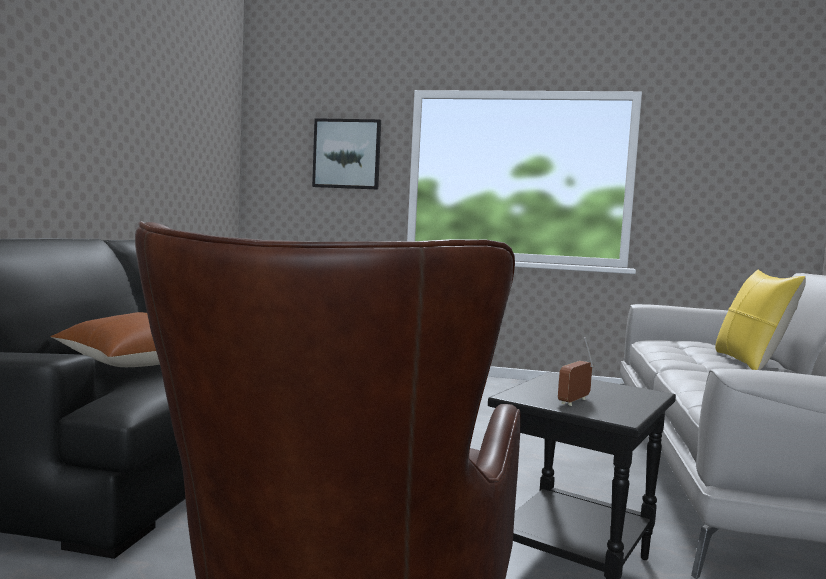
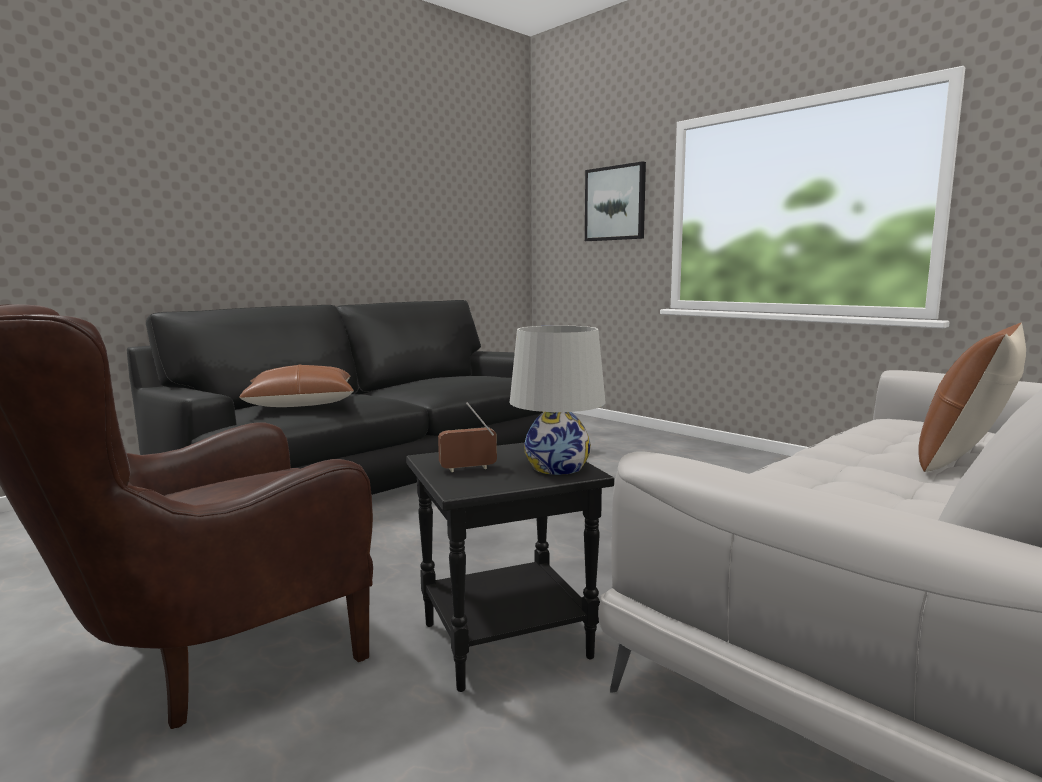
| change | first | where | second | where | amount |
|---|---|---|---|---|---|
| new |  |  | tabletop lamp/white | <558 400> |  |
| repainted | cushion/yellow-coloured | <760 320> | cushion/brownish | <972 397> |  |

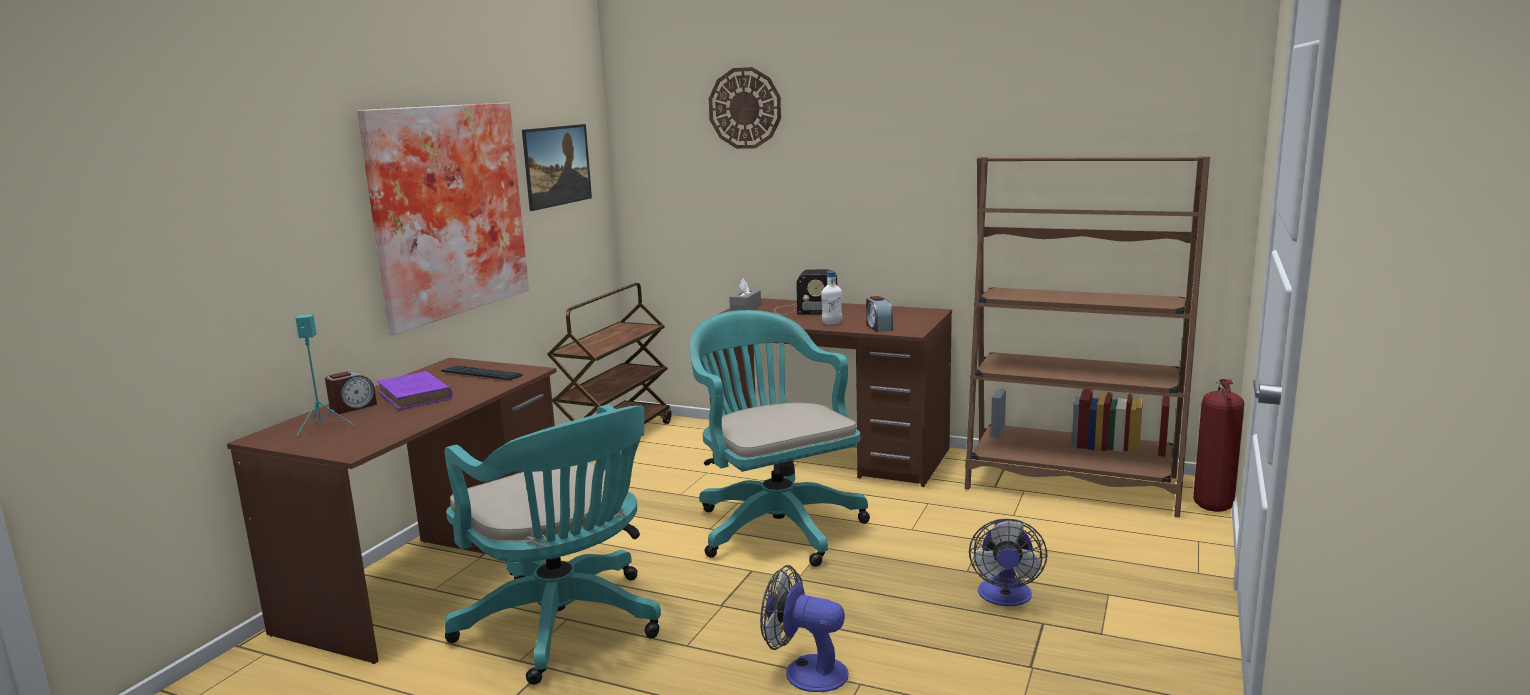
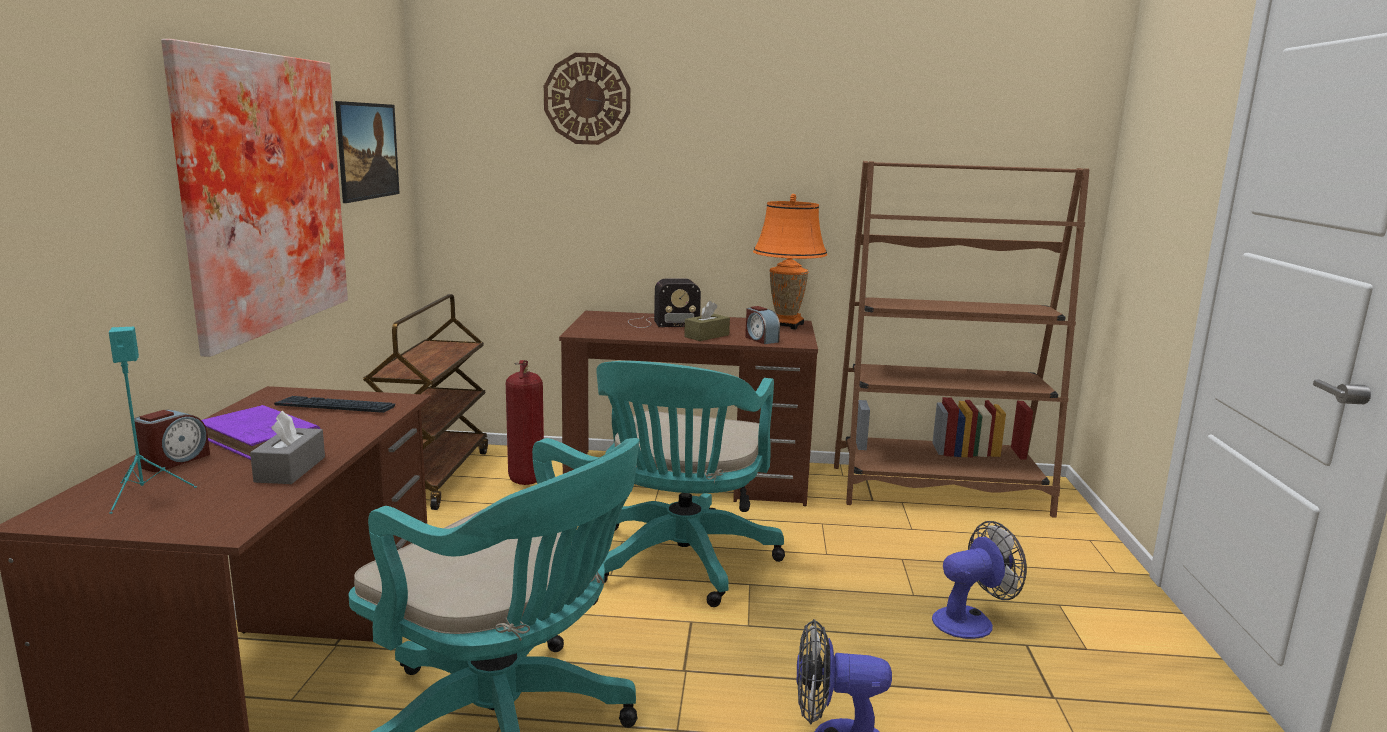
| change | first | where | second | where | amount |
|---|---|---|---|---|---|
| shifted | tissue box/greyish | <745 294> |  | <287 447> |  |
| shifted | fire-fighting cylinder | <1218 445> |  | <525 422> |  |
| rotated | desk chair/blue-green | <779 438> |  | <690 484> | 120 degrees counterclockwise |
| swapped | drink bottle/white | <831 298> | tissue box/brownish | <707 321> |  |
| new |  |  | tabletop lamp/orange | <790 262> |  |
| rotated | fan | <1008 562> |  | <979 580> | 105 degrees counterclockwise |

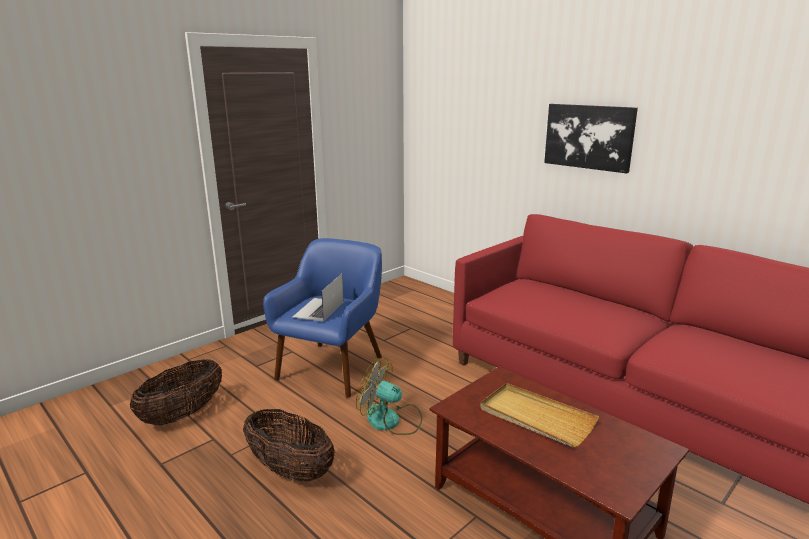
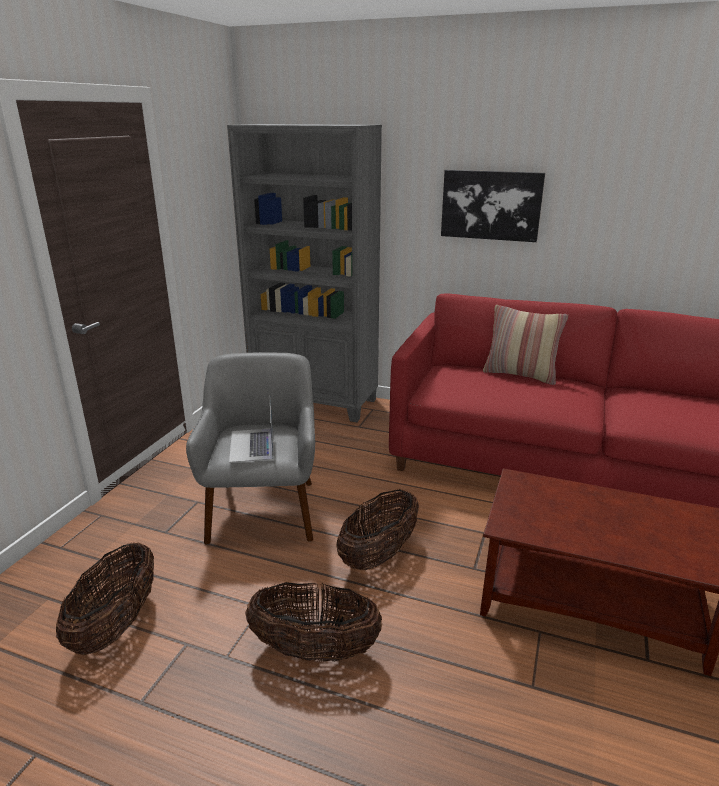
| change | first | where | second | where | amount |
|---|---|---|---|---|---|
| repainted | easy chair/blue-coloured | <322 318> | easy chair/greyish | <250 448> |  |
| new |  |  | bookshelf/greyish | <304 273> |  |
| swapped | fan | <389 396> | storage basket | <377 529> |  |
| new |  |  | cushion | <525 345> |  |
| gone | tray/beige-coloured | <539 415> |  |  |  |

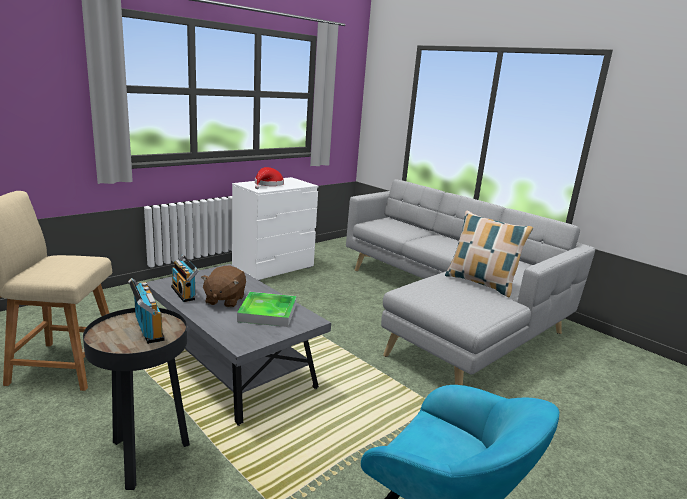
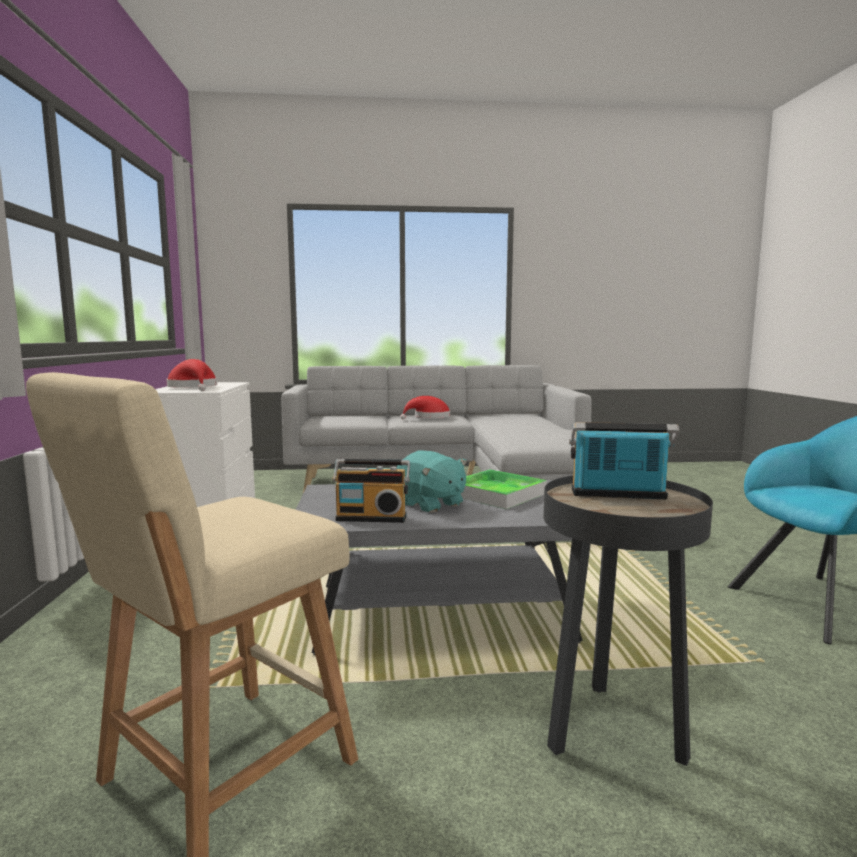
| change | first | where | second | where | amount |
|---|---|---|---|---|---|
| repainted | cuddly toy/brownish | <223 287> | cuddly toy/blue-green | <432 482> |  |
| new |  |  | clothing hat/red-coloured | <425 407> |  |
| gone | cushion | <489 254> |  |  |  |

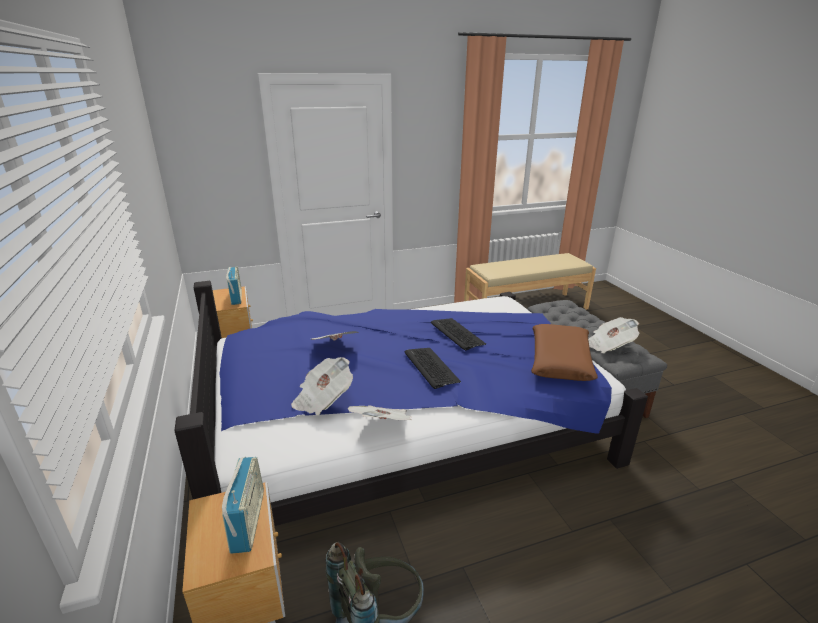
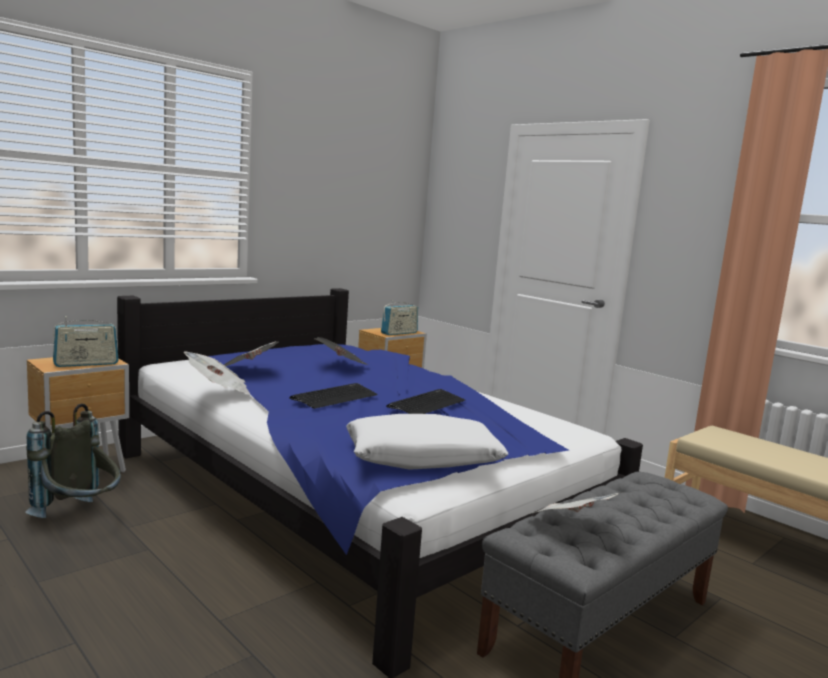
| change | first | where | second | where | amount |
|---|---|---|---|---|---|
| repainted | cushion/brownish | <564 352> | cushion/white | <427 442> |  |

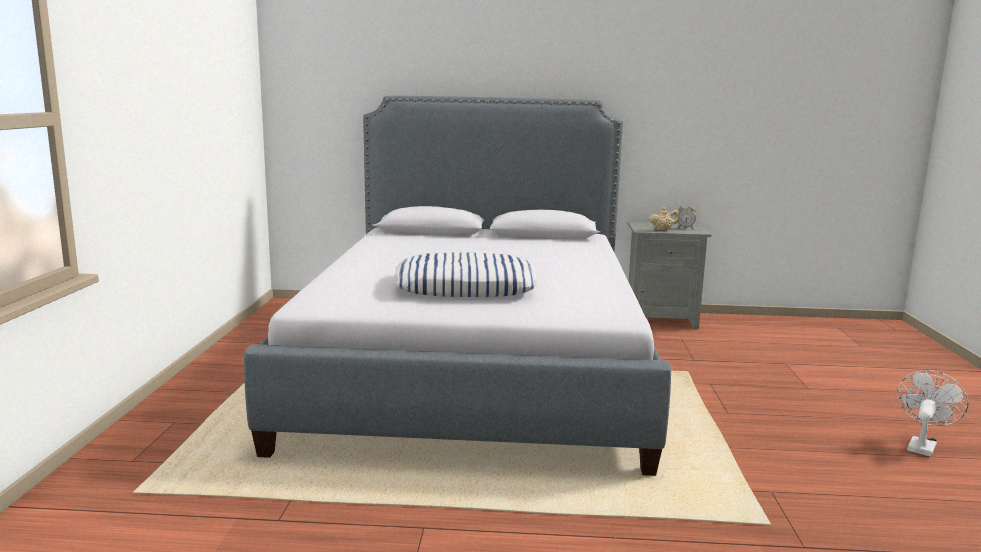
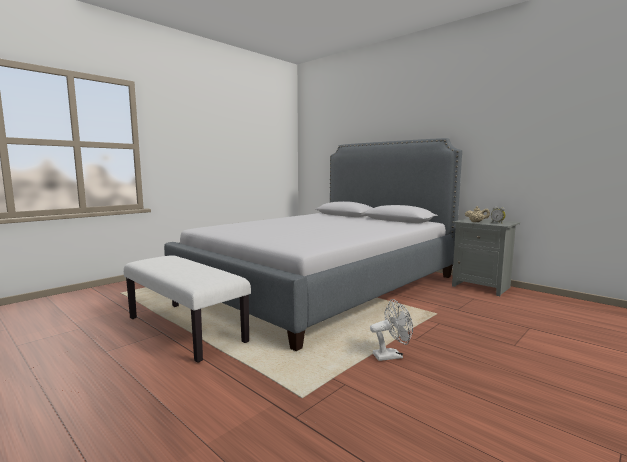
| change | first | where | second | where | amount |
|---|---|---|---|---|---|
| new |  |  | indoor bench/white | <187 309> |  |
| shifted | fan/white | <932 413> |  | <391 330> |  |
| gone | cushion | <465 274> |  |  |  |

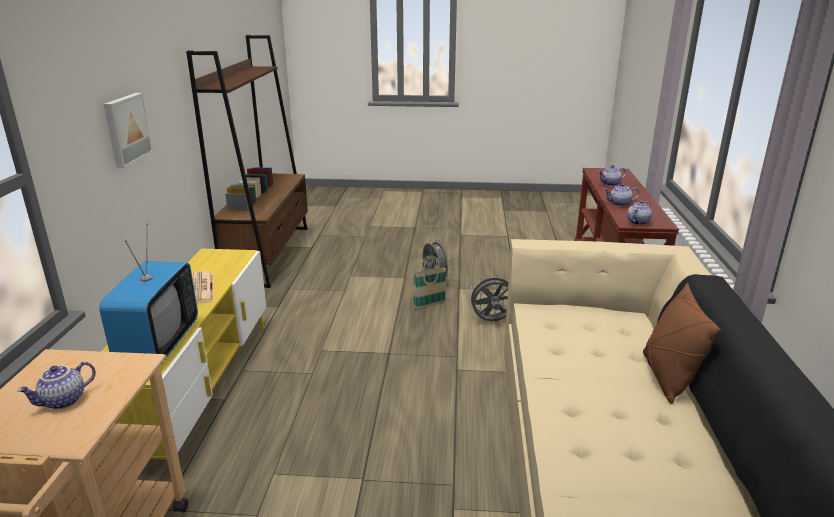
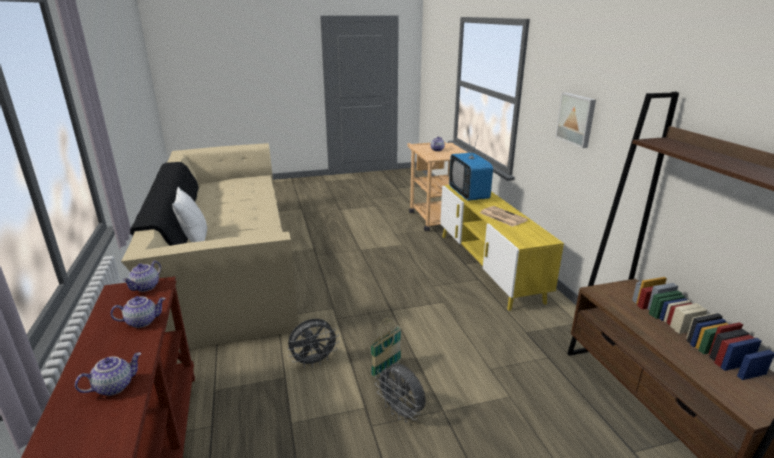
| change | first | where | second | where | amount |
|---|---|---|---|---|---|
| repainted | cushion/brownish | <682 343> | cushion/white | <189 214> |  |

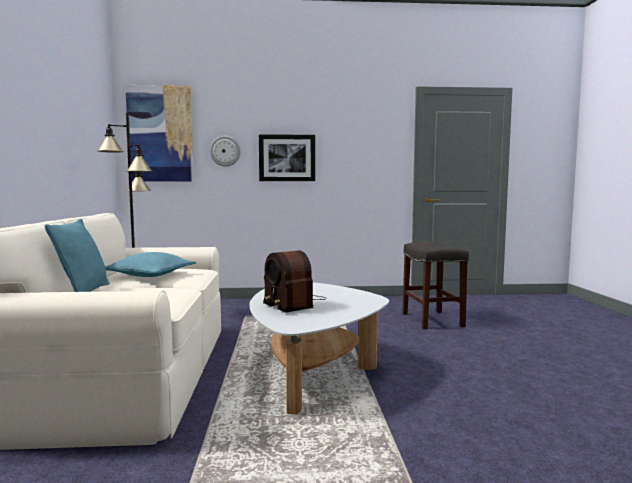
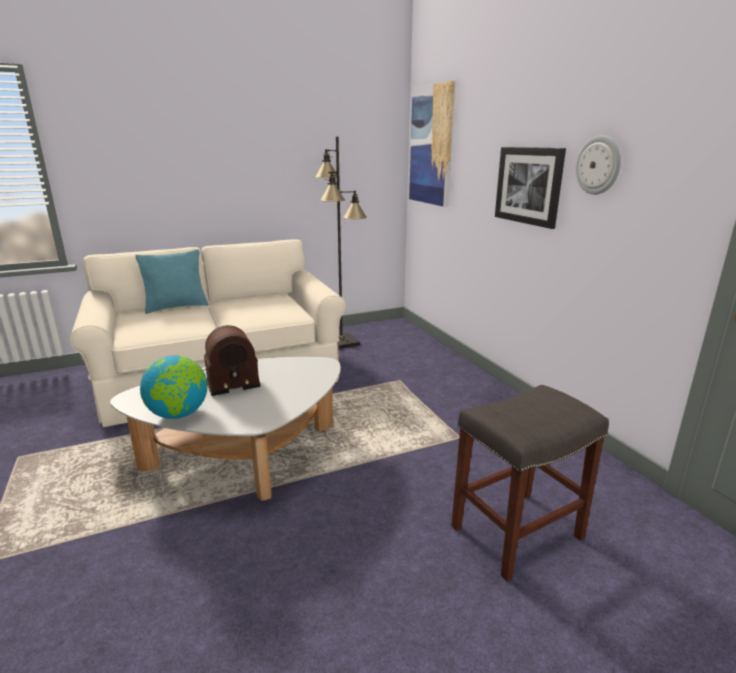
| change | first | where | second | where | amount |
|---|---|---|---|---|---|
| new |  |  | globe | <174 387> |  |
| rotated | radio set | <295 282> |  | <232 360> | 150 degrees counterclockwise |
| shifted | hanging clock | <225 151> |  | <598 165> |  |
| gone | cushion/blue-green | <150 264> |  |  |  |

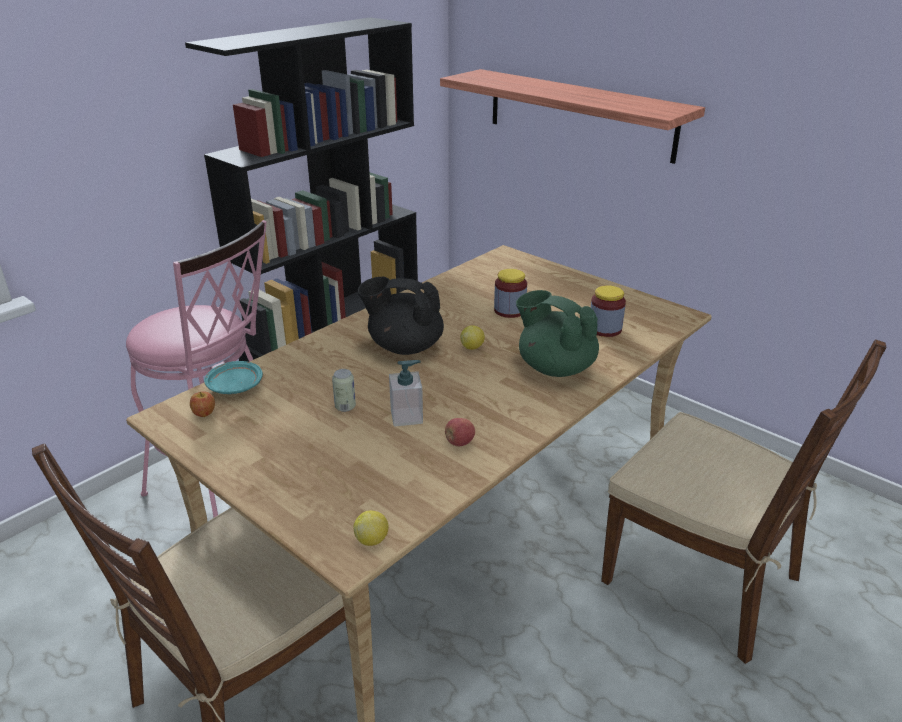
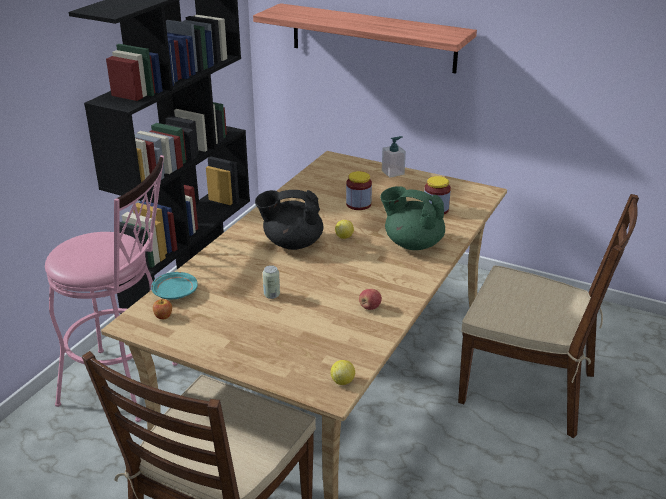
| change | first | where | second | where | amount |
|---|---|---|---|---|---|
| shifted | soap dispenser | <406 393> |  | <394 157> |  |

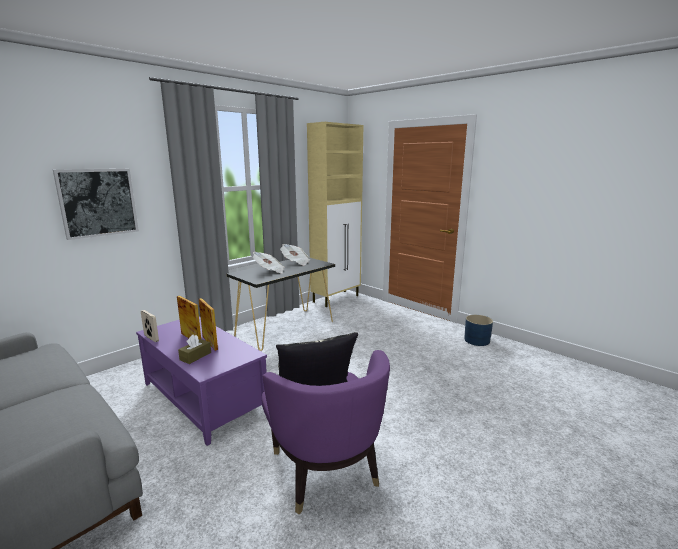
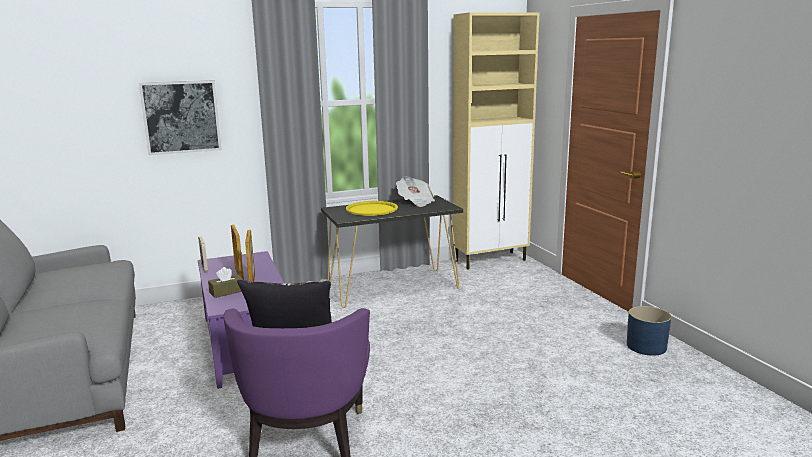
| change | first | where | second | where | amount |
|---|---|---|---|---|---|
| swapped | newspaper | <268 262> | tray/yellow-coloured | <372 208> |  |

